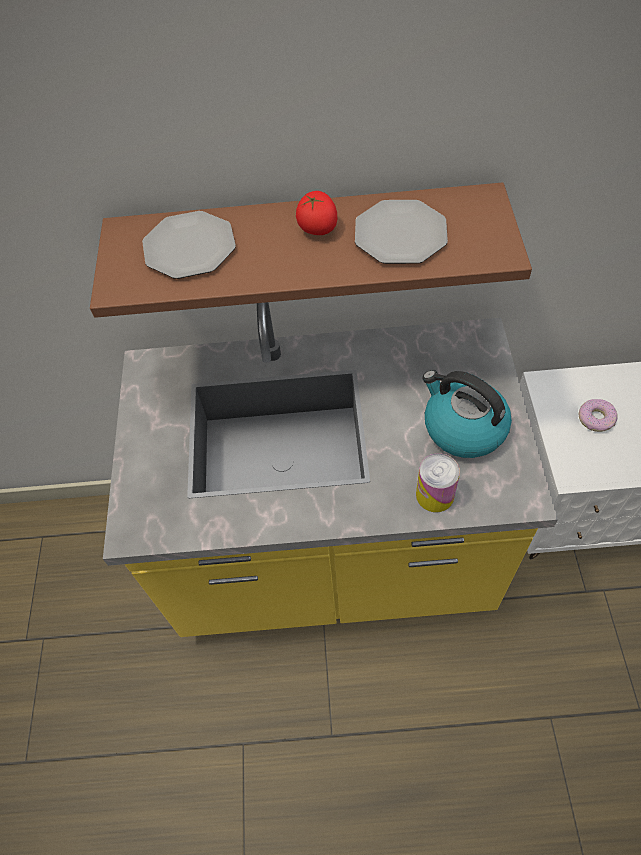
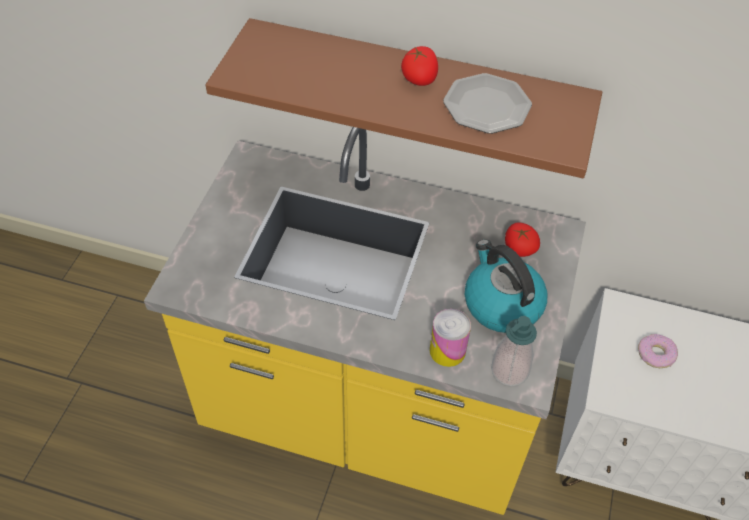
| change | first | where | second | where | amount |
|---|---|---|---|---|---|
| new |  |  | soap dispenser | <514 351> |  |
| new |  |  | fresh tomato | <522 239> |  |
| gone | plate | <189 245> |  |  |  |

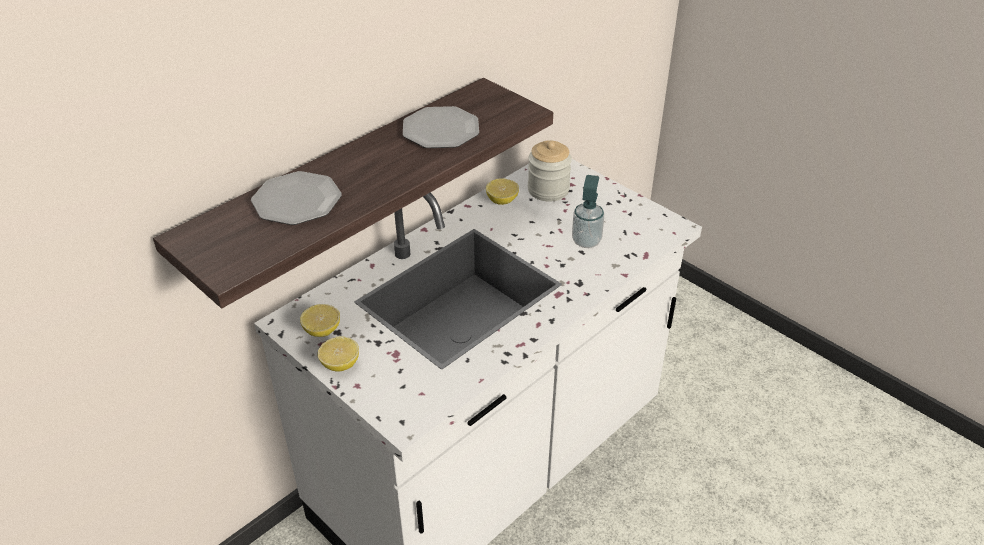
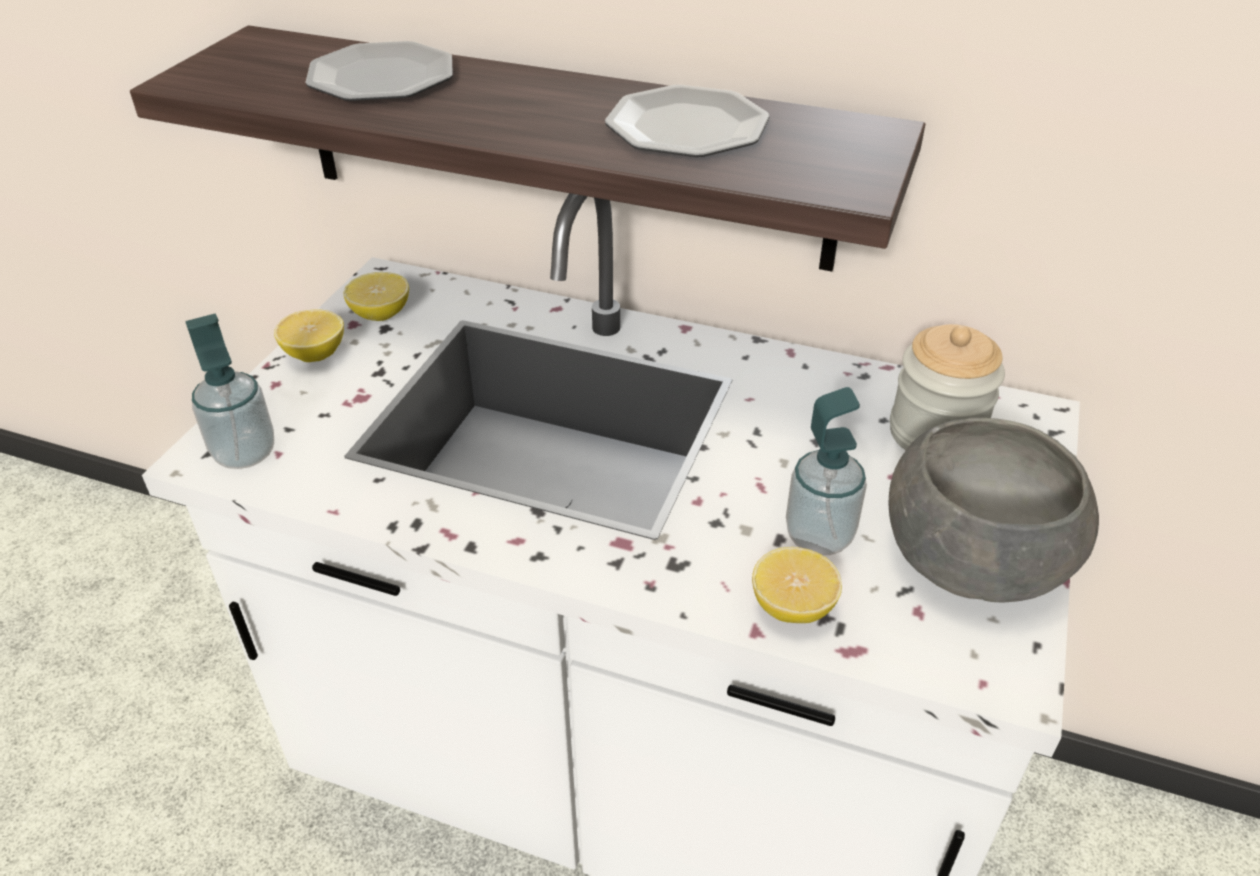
| change | first | where | second | where | amount |
|---|---|---|---|---|---|
| new |  |  | soap dispenser | <229 391> |  |
| shifted | citrus fruit | <502 192> |  | <797 585> |  |
| new |  |  | deep dish/greyish | <993 510> |  |

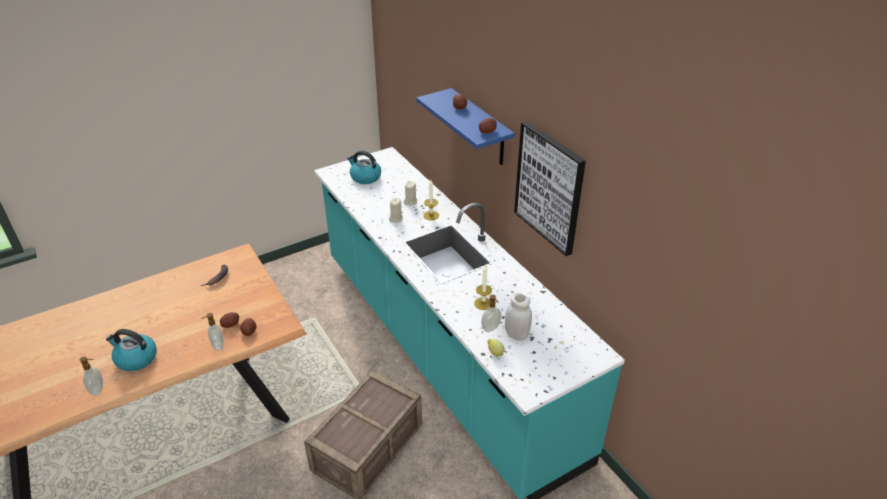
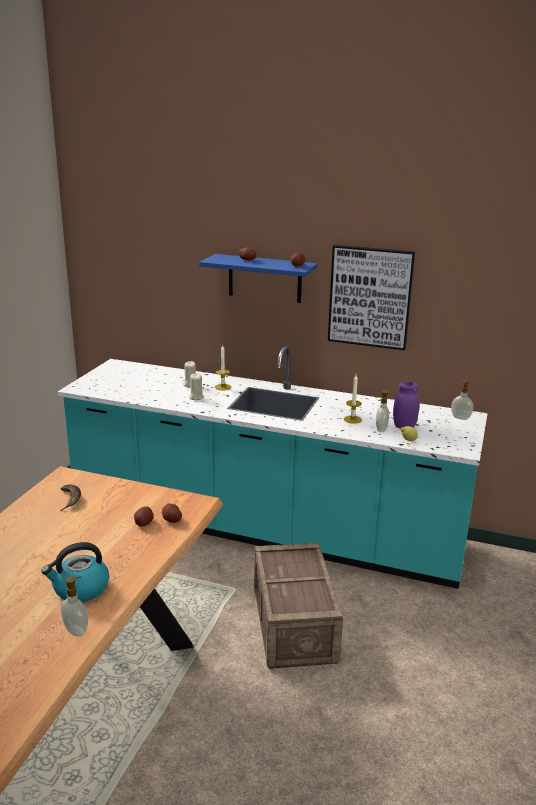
| change | first | where | second | where | amount |
|---|---|---|---|---|---|
| repainted | jar/white | <518 317> | jar/purple | <406 405> |  |
| shifted | soap dispenser | <212 331> |  | <462 400> |  |
| gone | water kettle | <364 167> |  |  |  |

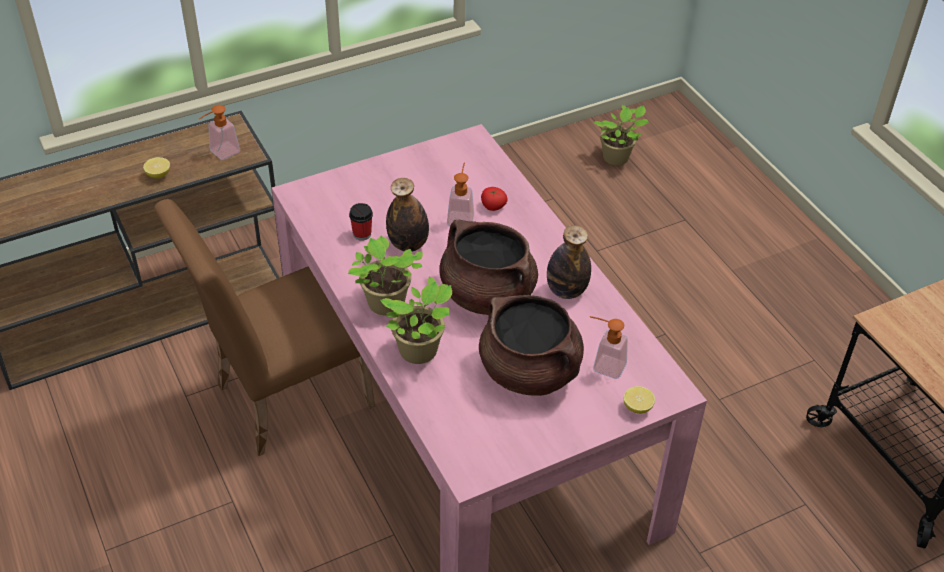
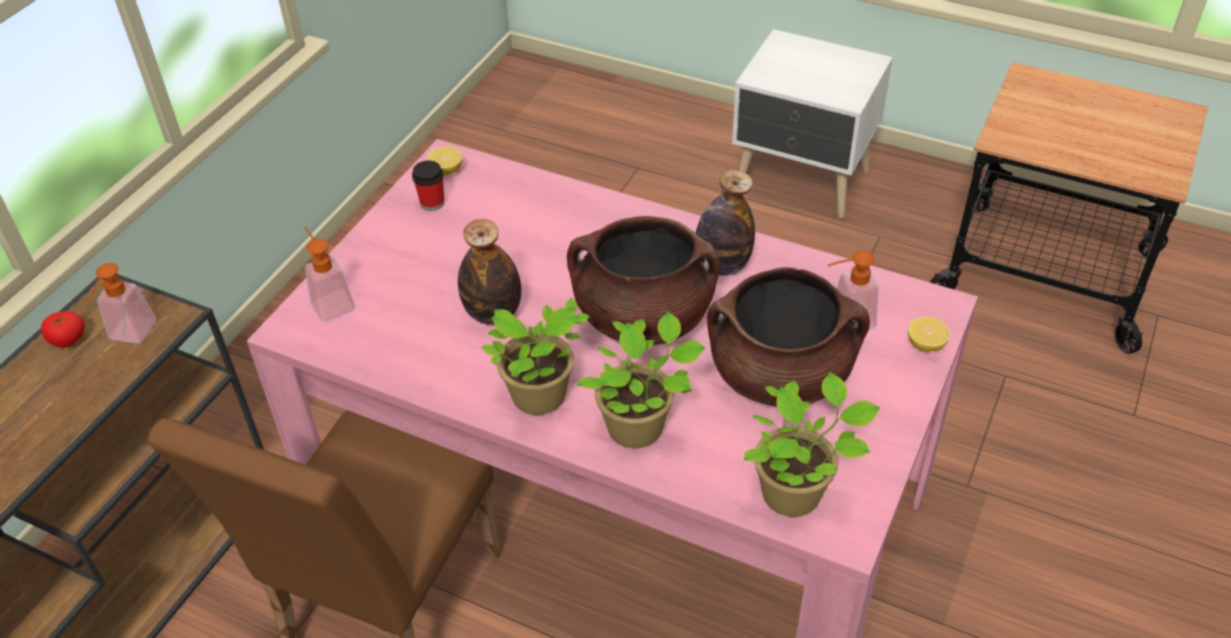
| change | first | where | second | where | amount |
|---|---|---|---|---|---|
| shifted | fresh tomato | <494 199> |  | <63 329> |  |
| shifted | soap dispenser | <460 194> |  | <329 274> |  |
| shifted | small cup | <361 222> |  | <428 186> |  |
| shifted | citrus fruit | <156 168> |  | <445 160> |  |
| new |  |  | bedside table/white | <812 124> |  |
| shifted | potted plant | <621 135> |  | <812 444> |  |

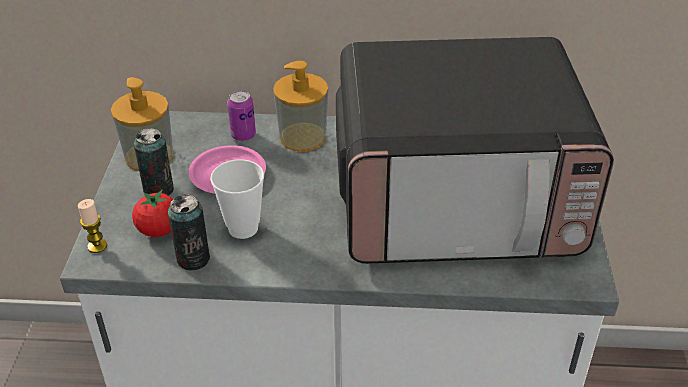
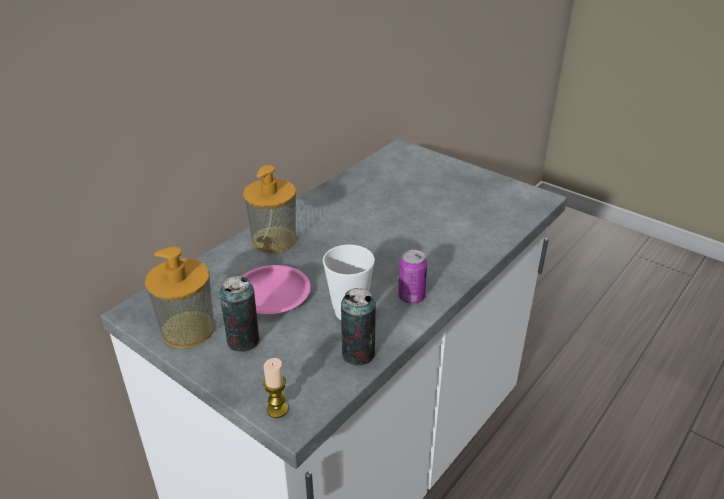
| change | first | where | second | where | amount |
|---|---|---|---|---|---|
| shifted | sealed can | <241 115> |  | <412 277> |  |
| gone | fresh tomato | <152 213> |  |  |  |
| gone | microwave | <475 150> |  |  |  |

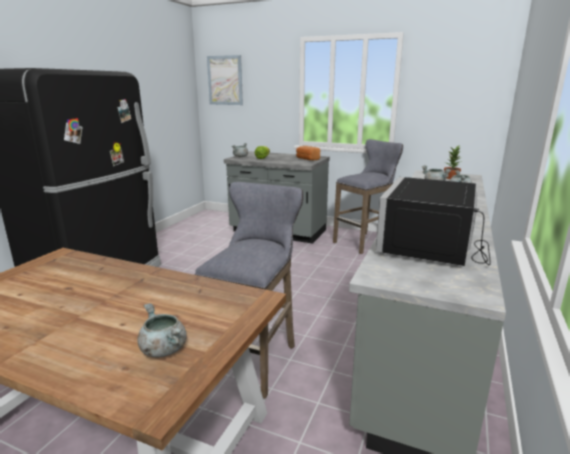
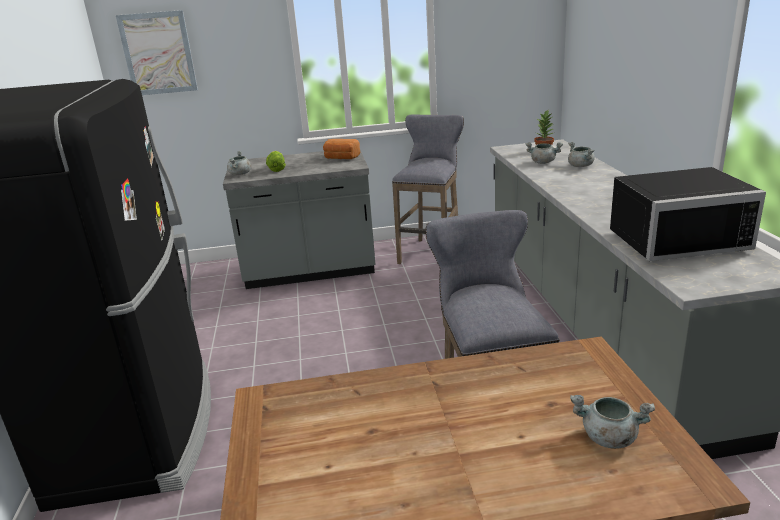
| change | first | where | second | where | amount |
|---|---|---|---|---|---|
| rotated | microwave/blackish | <433 221> |  | <688 214> | 90 degrees counterclockwise |

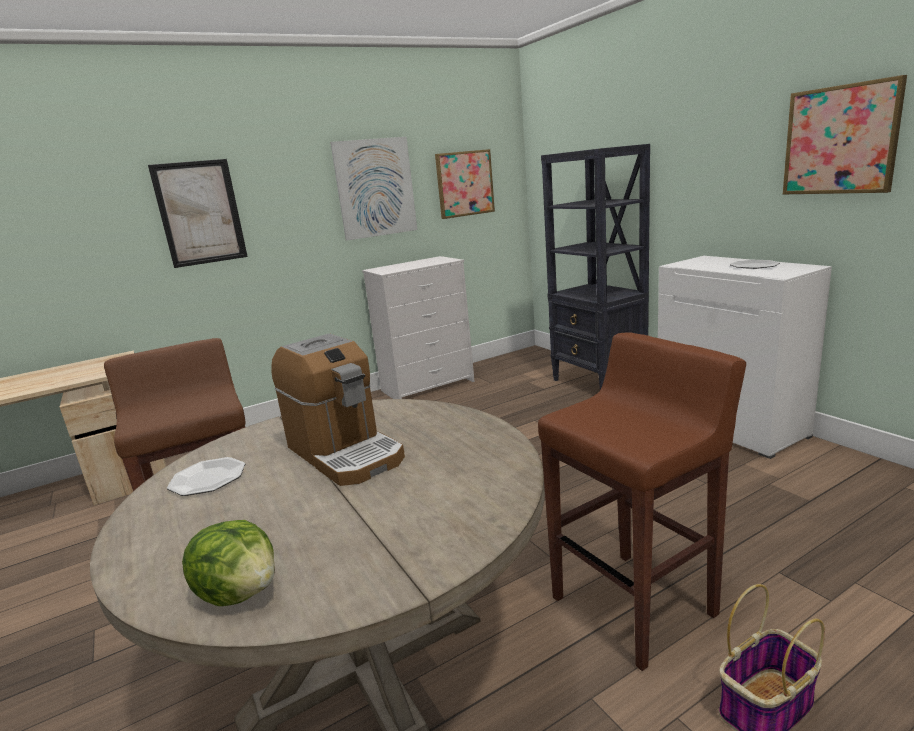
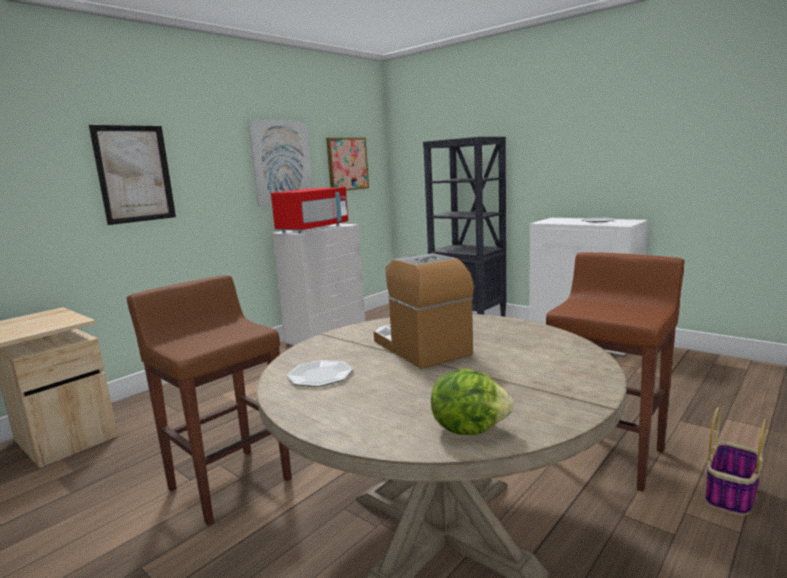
| change | first | where | second | where | amount |
|---|---|---|---|---|---|
| new |  |  | microwave/red-coloured | <309 210> |  |
| rotated | coffee maker | <338 409> |  | <424 311> | 150 degrees counterclockwise |
| gone | picture | <845 134> |  |  |  |

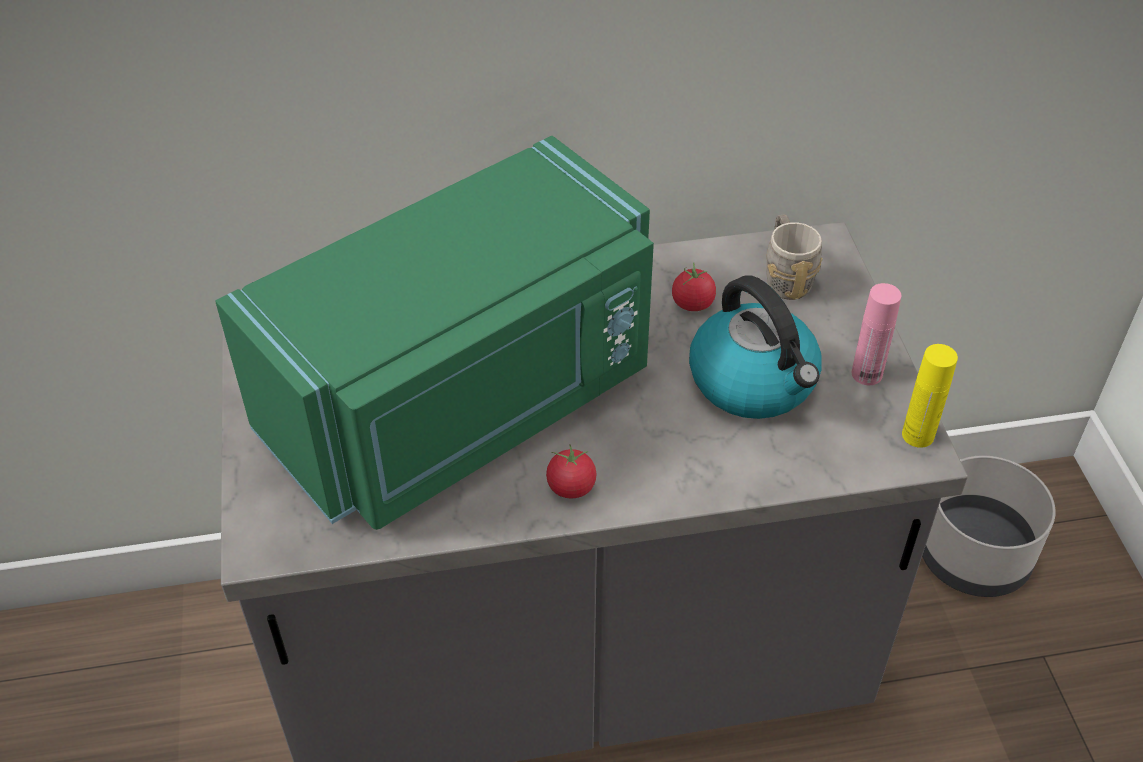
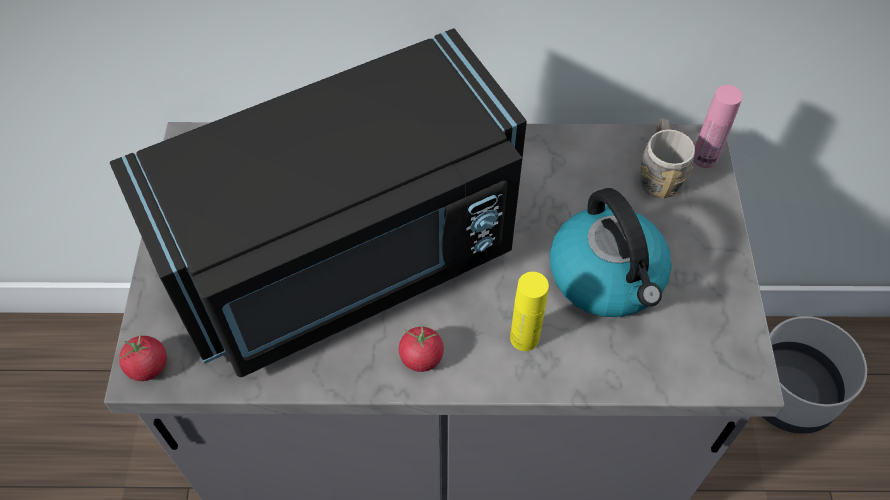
| change | first | where | second | where | amount |
|---|---|---|---|---|---|
| repainted | microwave/greenish | <434 333> | microwave/blackish | <318 202> |  |
| shifted | fresh tomato | <694 286> |  | <143 356> |  |
| shifted | drink bottle/yellow-coloured | <930 396> |  | <529 311> |  |
| shifted | drink bottle/pink | <876 334> |  | <718 126> |  |

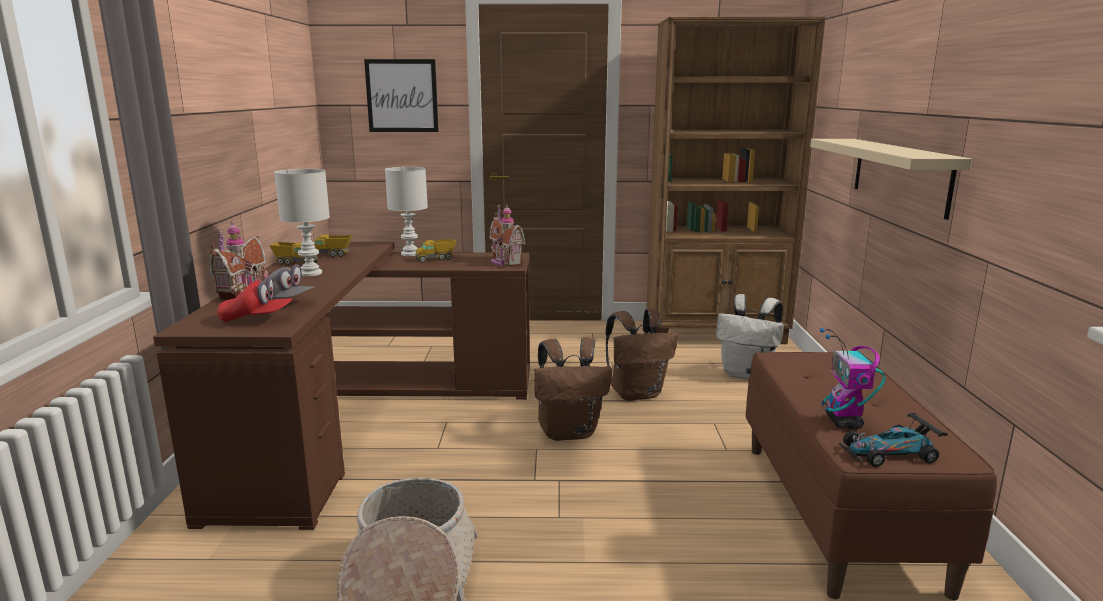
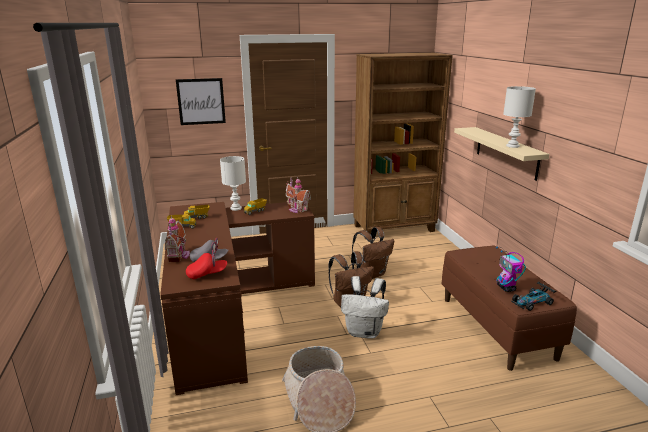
| change | first | where | second | where | amount |
|---|---|---|---|---|---|
| shifted | knapsack/white | <750 337> |  | <365 307> |  |
| shifted | tabletop lamp/white | <302 223> |  | <519 117> |  |

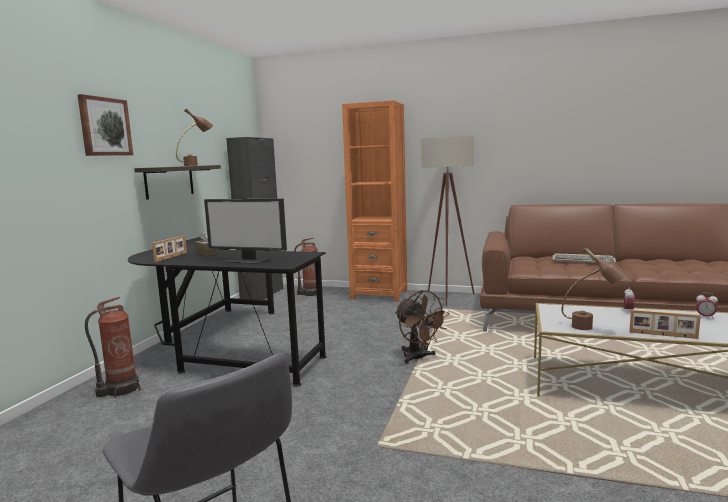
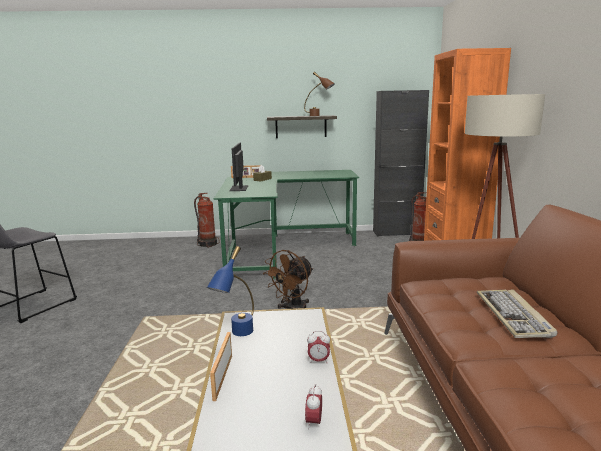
| change | first | where | second | where | amount |
|---|---|---|---|---|---|
| repainted | tabletop lamp/brownish | <596 289> | tabletop lamp/blue-coloured | <230 291> |  |
| repainted | desk/blackish | <227 312> | desk/greenish | <286 224> |  |
| gone | picture | <105 125> |  |  |  |

